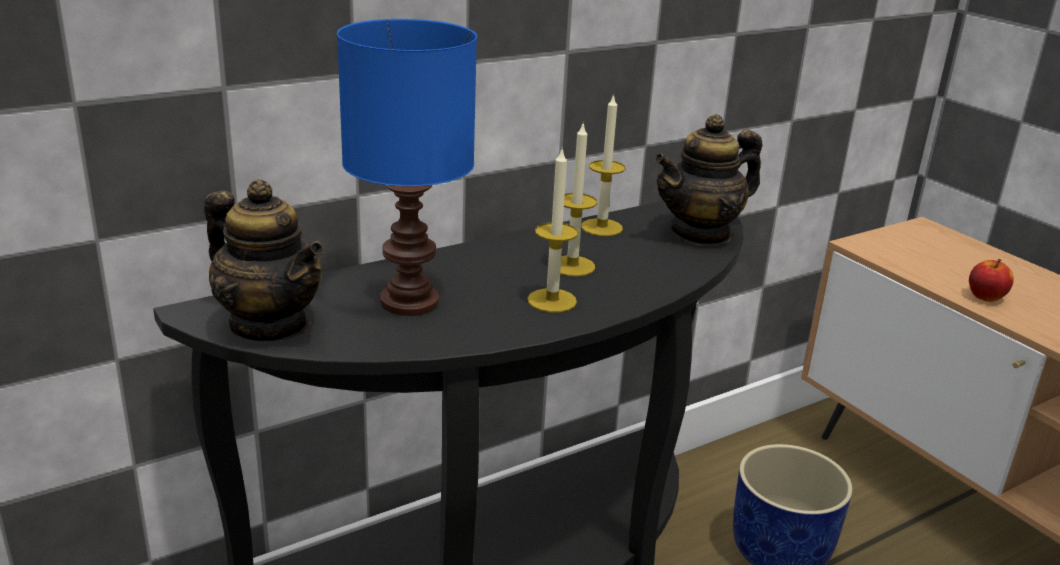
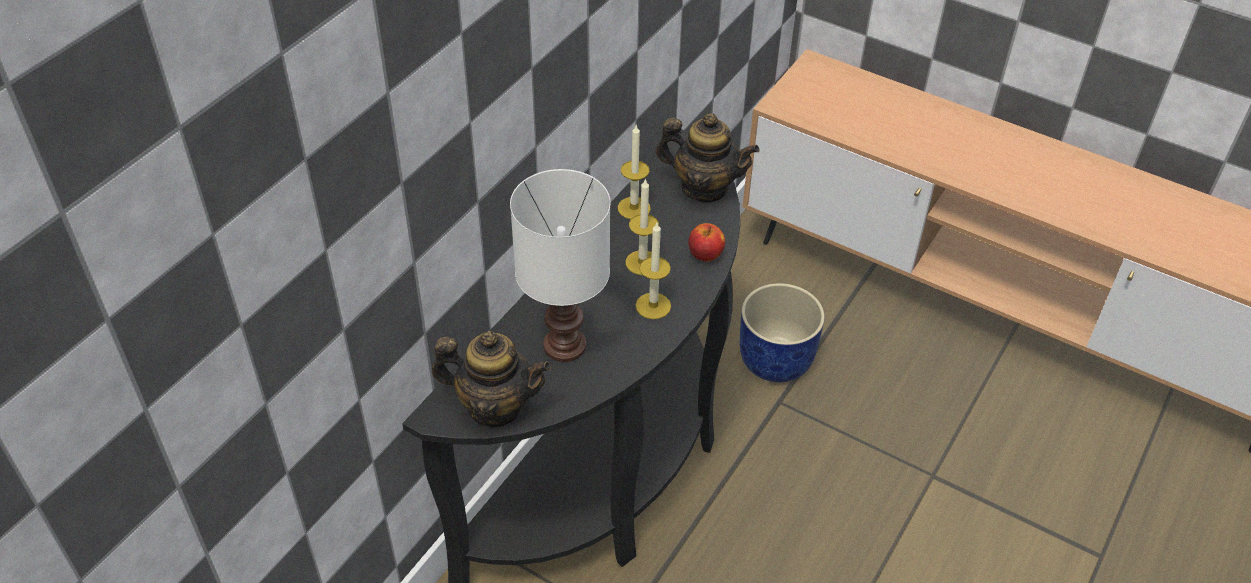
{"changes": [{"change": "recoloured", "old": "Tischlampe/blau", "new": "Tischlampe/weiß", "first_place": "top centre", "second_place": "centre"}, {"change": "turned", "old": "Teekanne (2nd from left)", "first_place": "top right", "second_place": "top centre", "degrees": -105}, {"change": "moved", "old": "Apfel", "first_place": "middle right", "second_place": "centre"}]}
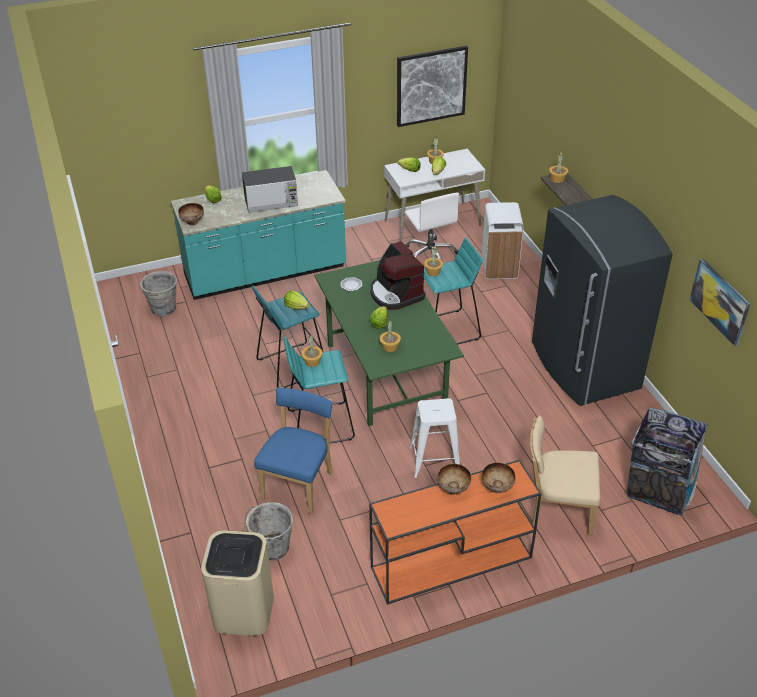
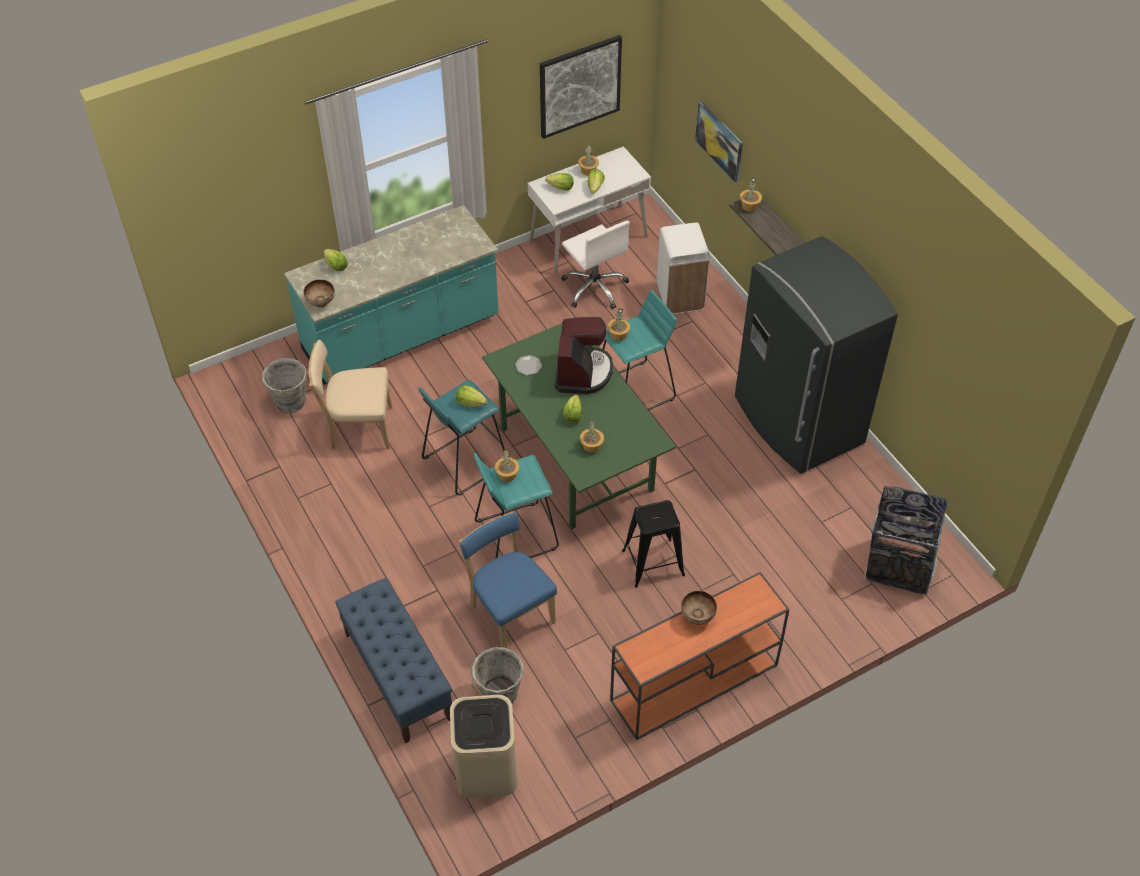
{"changes": [{"change": "removed", "old": "Mikrowelle", "first_place": "top centre"}, {"change": "turned", "old": "Stuhl/blau", "first_place": "centre", "second_place": "centre", "degrees": -45}, {"change": "turned", "old": "Kaffeemaschine", "first_place": "centre", "second_place": "centre", "degrees": -135}, {"change": "recoloured", "old": "Hocker/weiß", "new": "Hocker/schwarz", "first_place": "centre", "second_place": "centre"}, {"change": "removed", "old": "Schüssel (3rd from left)", "first_place": "bottom centre"}, {"change": "moved", "old": "Stuhl/beige", "first_place": "bottom right", "second_place": "middle left"}, {"change": "moved", "old": "Bild (2nd from left)", "first_place": "middle right", "second_place": "top centre"}, {"change": "added", "new": "Bank/blau", "second_place": "bottom centre"}]}
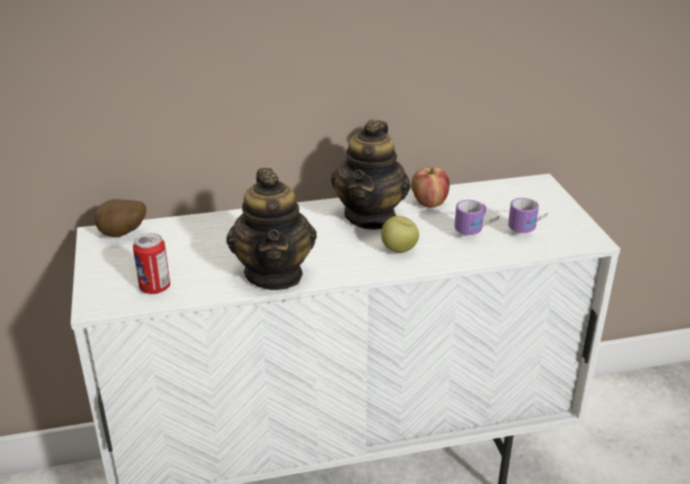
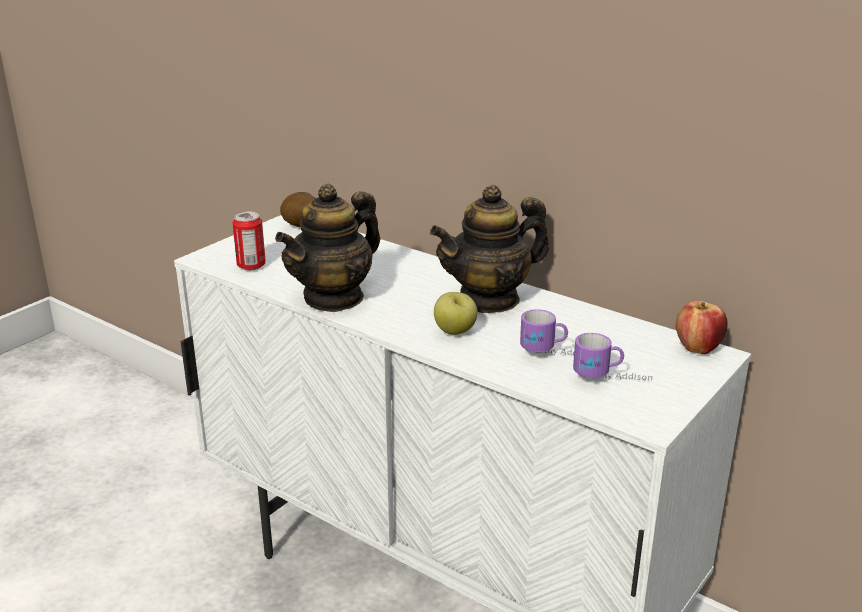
{"changes": [{"change": "moved", "old": "Apfel (2nd from left)", "first_place": "centre", "second_place": "middle right"}]}
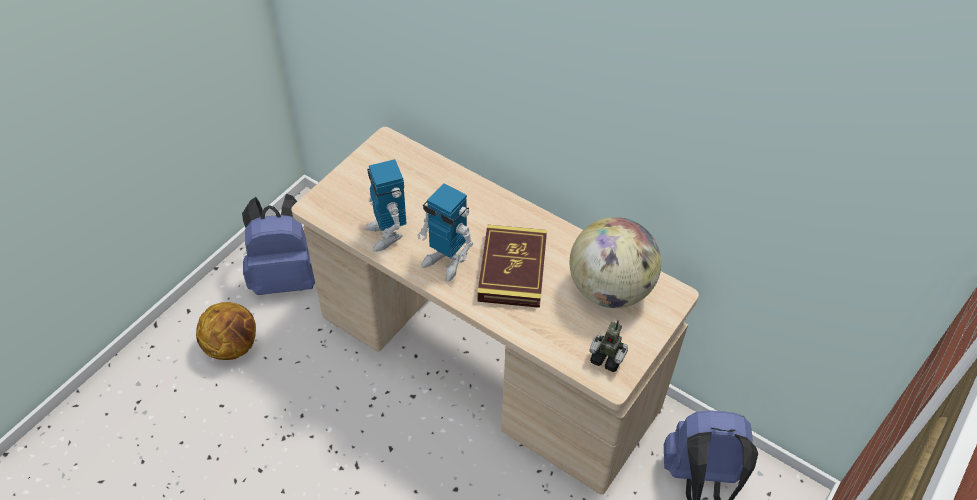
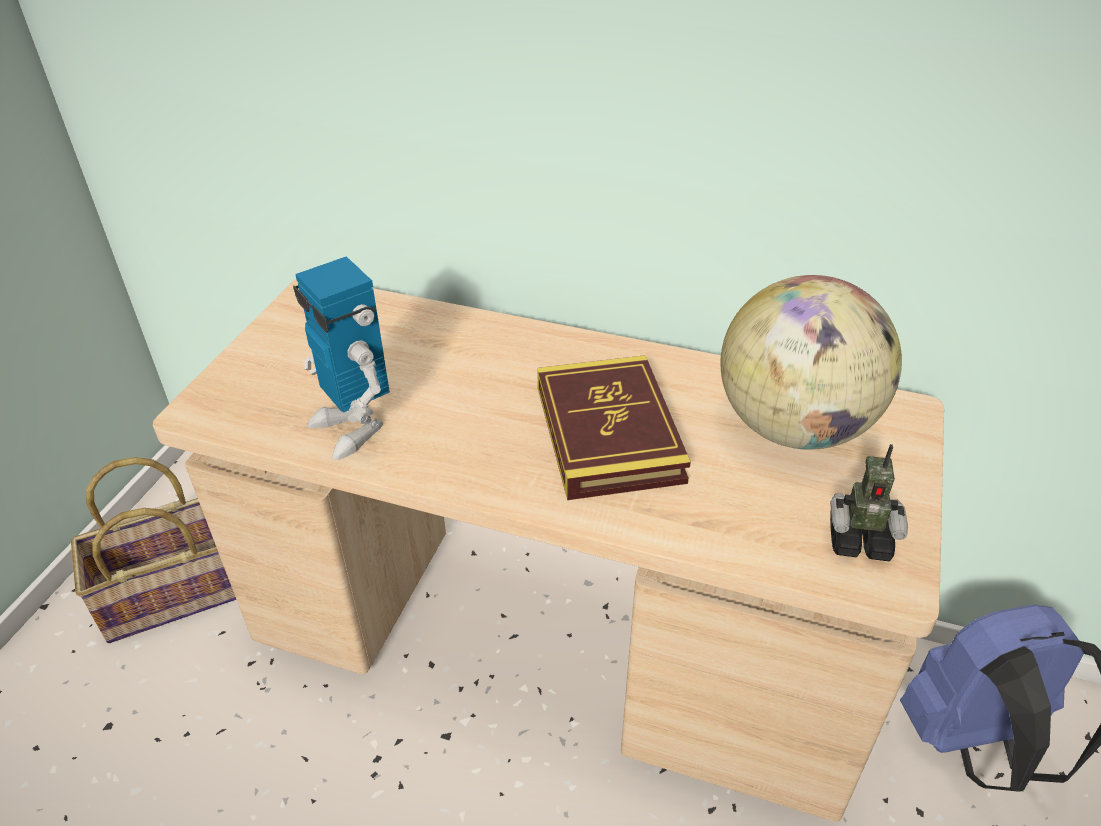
{"changes": [{"change": "removed", "old": "Basketball", "first_place": "middle left"}, {"change": "replaced", "old": "Rucksack/blau (1st from left)", "new": "Korb", "first_place": "middle left", "second_place": "middle left"}, {"change": "removed", "old": "Spielzeugroboter (2nd from left)", "first_place": "centre"}]}
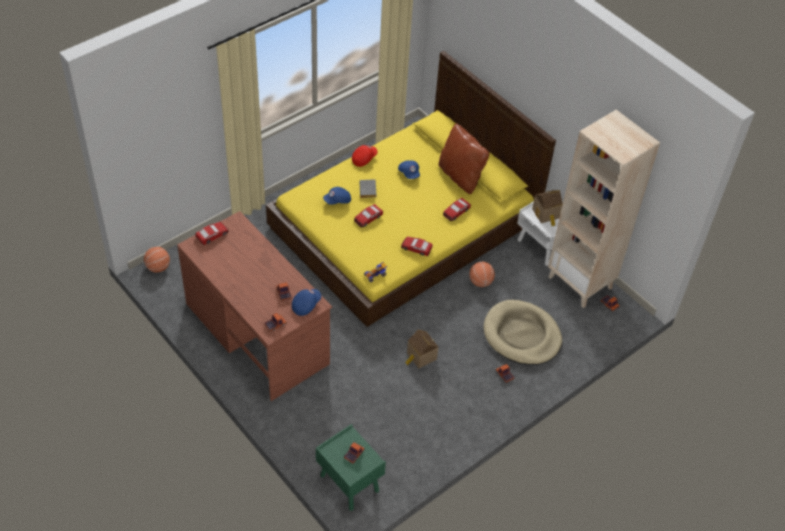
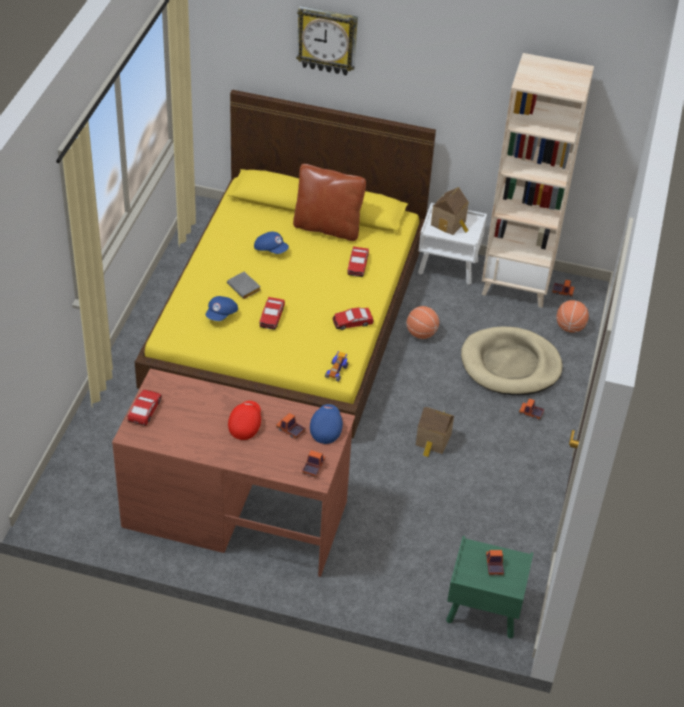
{"changes": [{"change": "moved", "old": "Basketball (1st from left in the first image)", "new": "Basketball (2nd from left)", "first_place": "middle left", "second_place": "middle right"}, {"change": "moved", "old": "Kappe/rot", "first_place": "top centre", "second_place": "centre"}, {"change": "added", "new": "Wanduhr", "second_place": "top centre"}]}
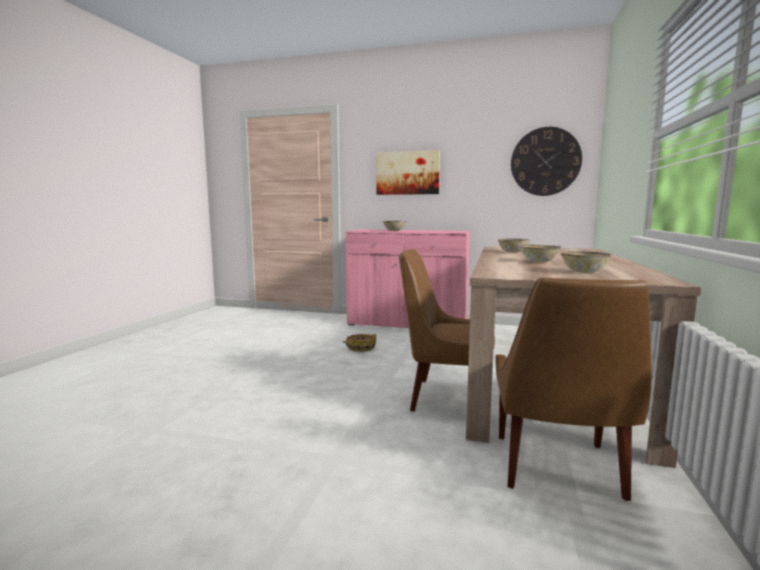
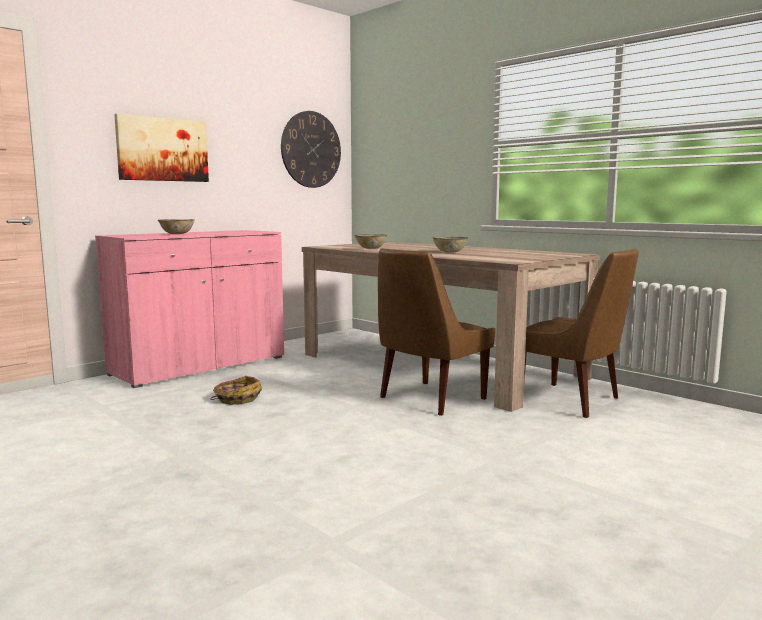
{"changes": [{"change": "removed", "old": "Schüssel (4th from left)", "first_place": "middle right"}]}
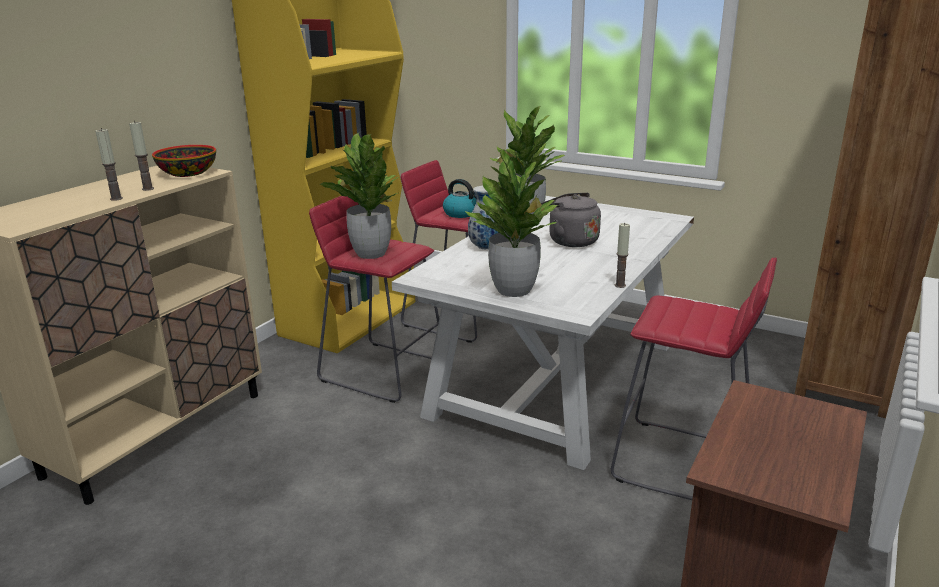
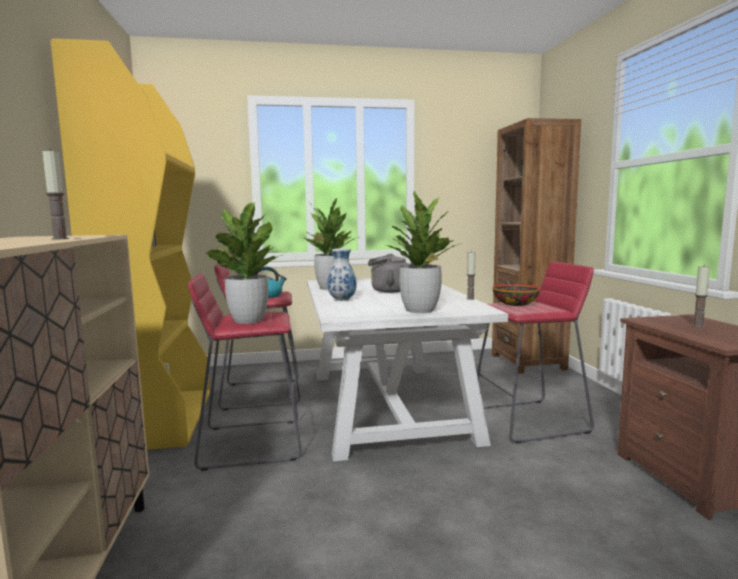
{"changes": [{"change": "moved", "old": "Kerze (1st from left in the first image)", "new": "Kerze (3rd from left)", "first_place": "top left", "second_place": "middle right"}, {"change": "moved", "old": "Schüssel", "first_place": "top left", "second_place": "middle right"}]}
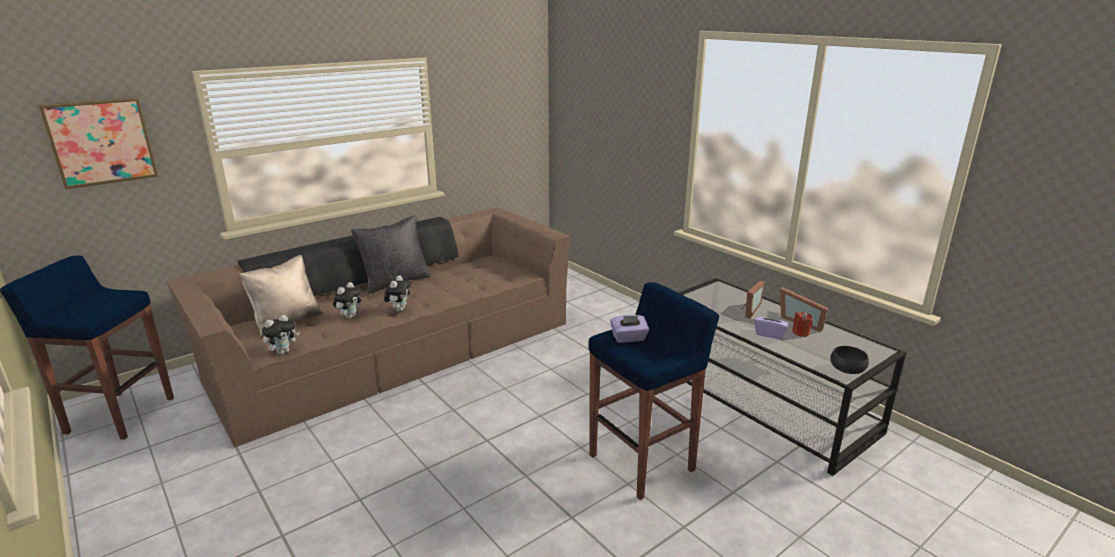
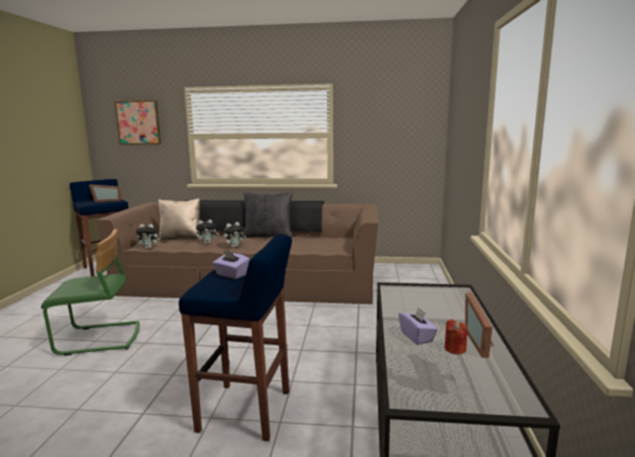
{"changes": [{"change": "moved", "old": "Bilderrahmen (1st from left)", "first_place": "middle right", "second_place": "middle left"}, {"change": "removed", "old": "Schüssel/schwarz", "first_place": "middle right"}, {"change": "added", "new": "Stuhl/grün", "second_place": "middle left"}]}
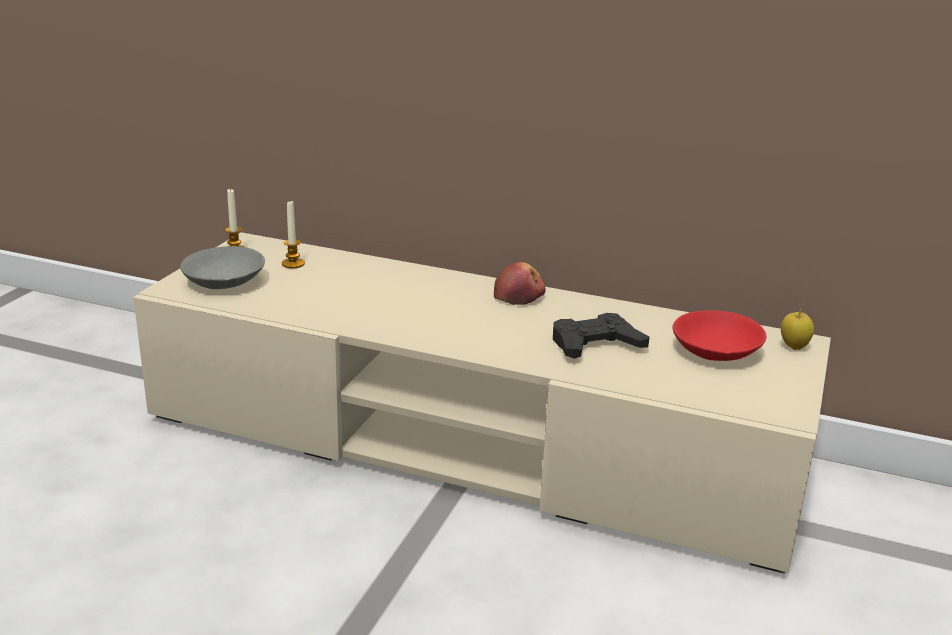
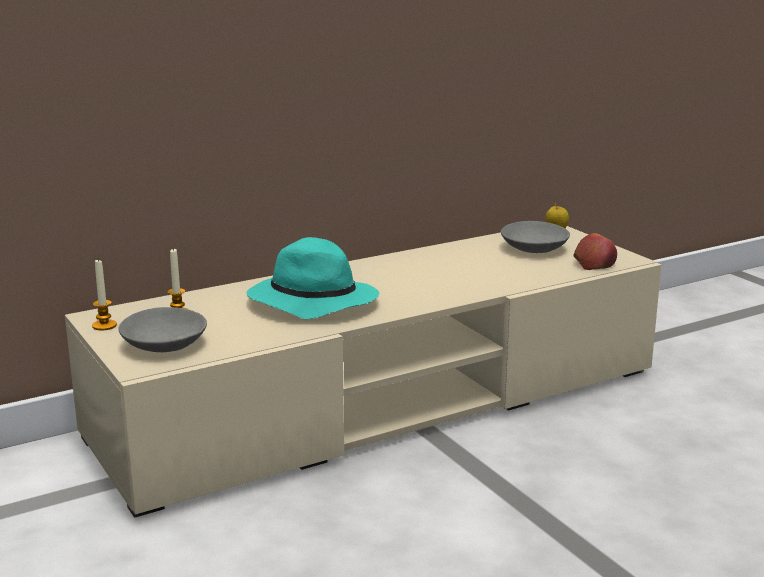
{"changes": [{"change": "moved", "old": "Apfel (1st from left in the first image)", "new": "Apfel (2nd from left)", "first_place": "centre", "second_place": "middle right"}, {"change": "removed", "old": "Gamepad/schwarz", "first_place": "centre"}, {"change": "recoloured", "old": "Schüssel/rot", "new": "Schüssel/grau (2nd from left)", "first_place": "middle right", "second_place": "middle right"}, {"change": "added", "new": "Hut/türkis", "second_place": "centre"}]}
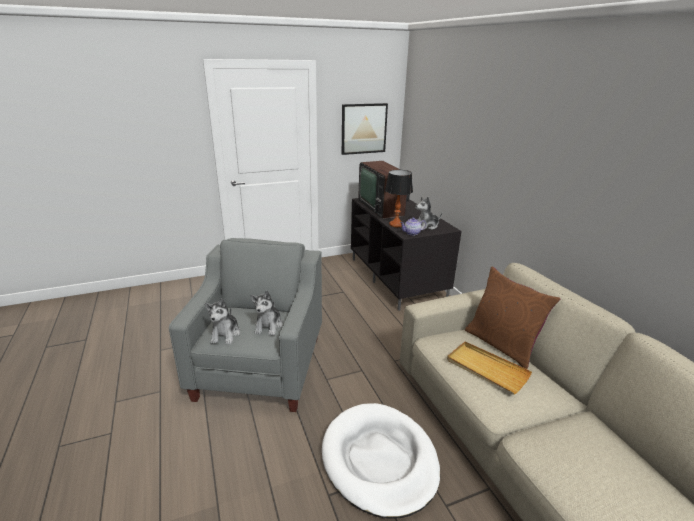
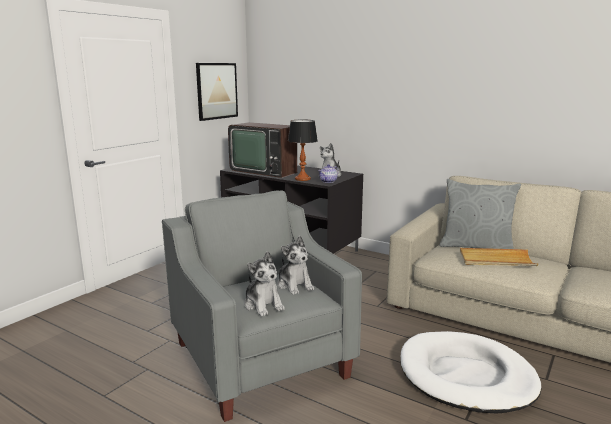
{"changes": [{"change": "recoloured", "old": "Kissen/braun", "new": "Kissen/grau", "first_place": "middle right", "second_place": "middle right"}]}
